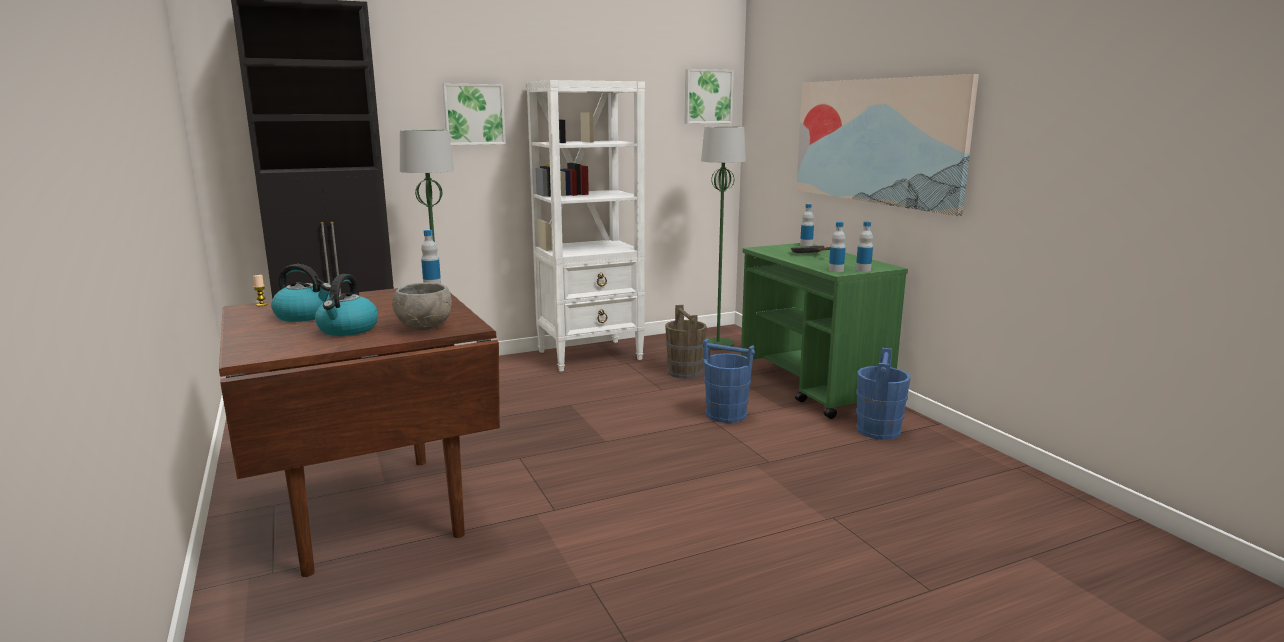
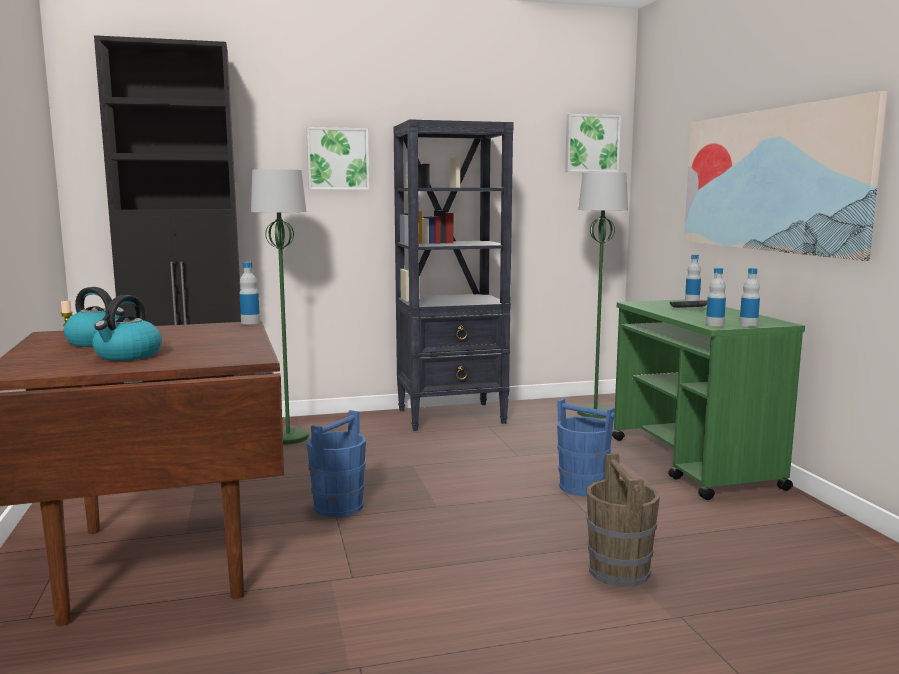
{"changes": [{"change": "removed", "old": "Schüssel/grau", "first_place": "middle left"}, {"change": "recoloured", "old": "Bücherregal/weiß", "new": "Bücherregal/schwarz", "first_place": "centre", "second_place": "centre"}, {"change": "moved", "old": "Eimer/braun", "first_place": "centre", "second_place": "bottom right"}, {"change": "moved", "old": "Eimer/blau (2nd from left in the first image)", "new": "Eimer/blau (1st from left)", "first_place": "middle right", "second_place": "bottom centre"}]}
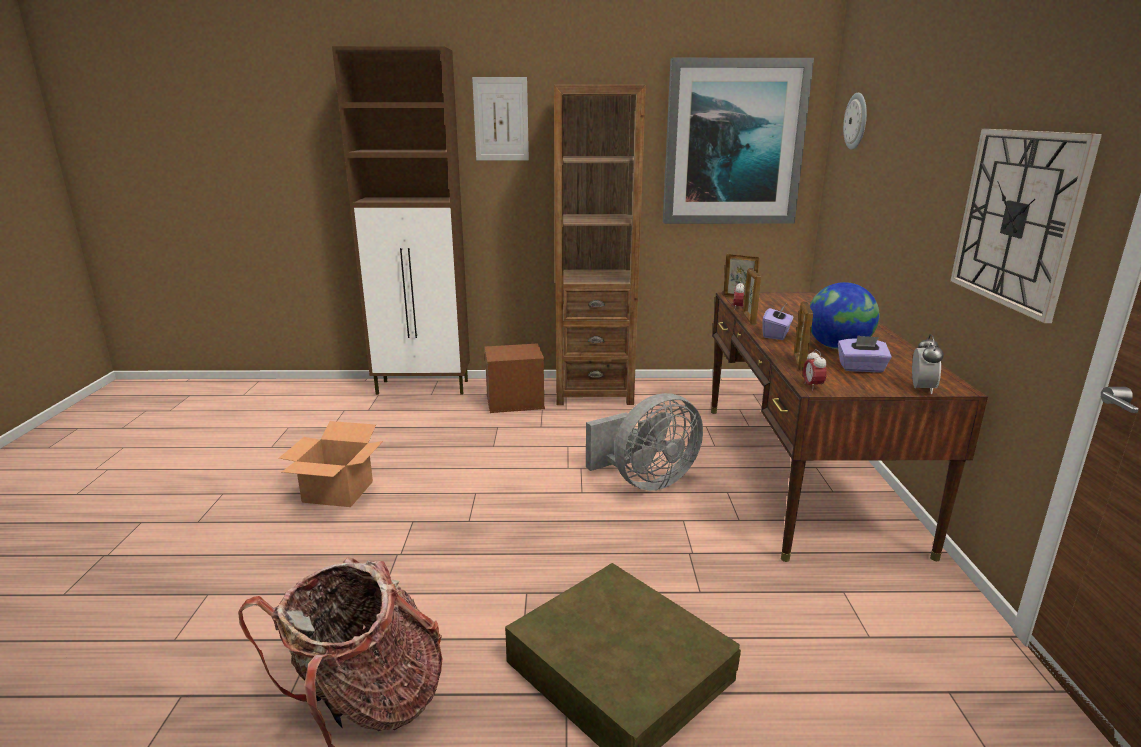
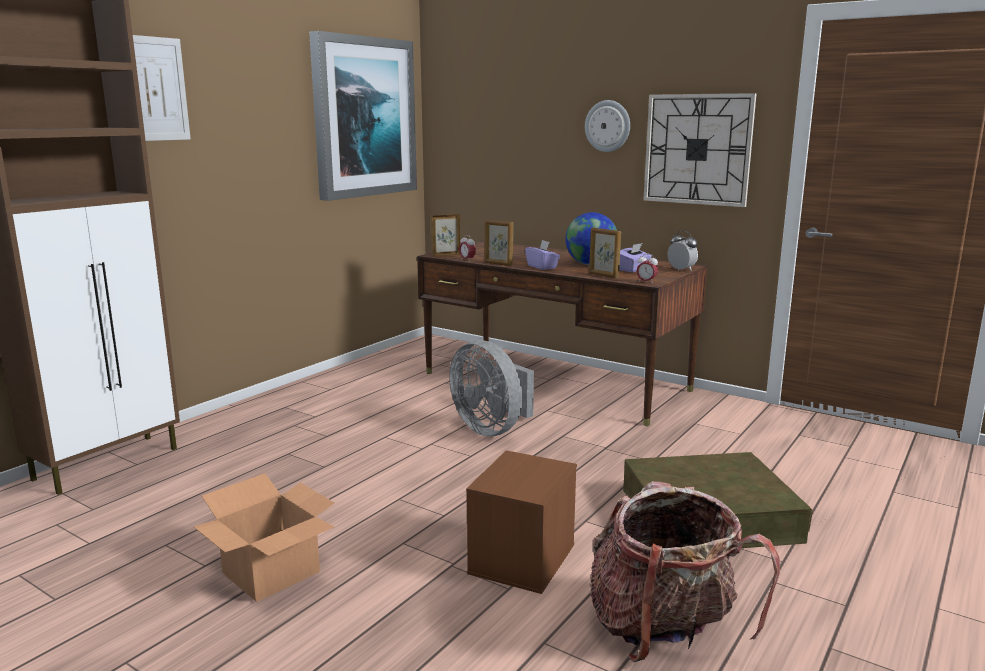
{"changes": [{"change": "moved", "old": "Aufbewahrungsbox/braun (1st from left)", "first_place": "centre", "second_place": "bottom centre"}, {"change": "removed", "old": "Bücherregal/braun", "first_place": "top centre"}, {"change": "turned", "old": "Ventilator/grau", "first_place": "centre", "second_place": "centre", "degrees": 135}, {"change": "moved", "old": "Wanduhr (1st from left)", "first_place": "top right", "second_place": "top centre"}]}
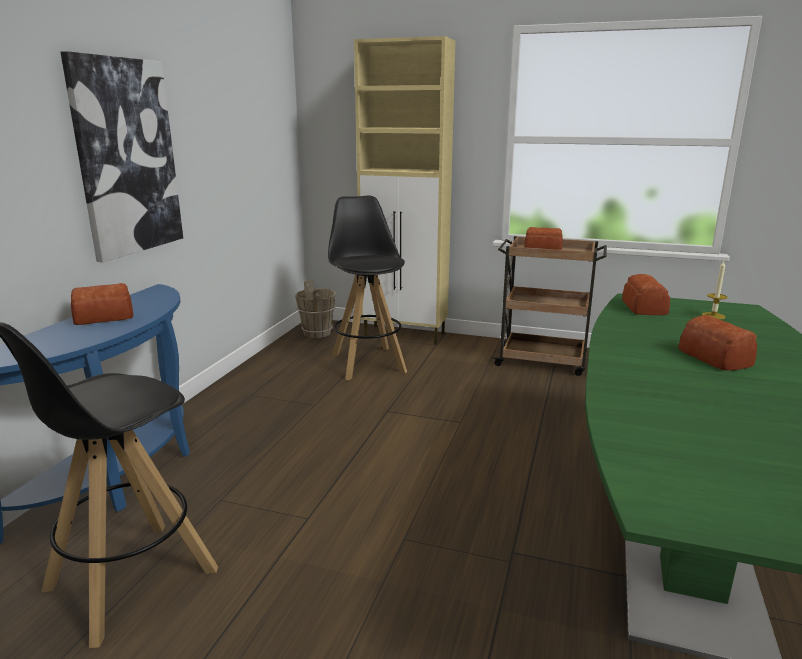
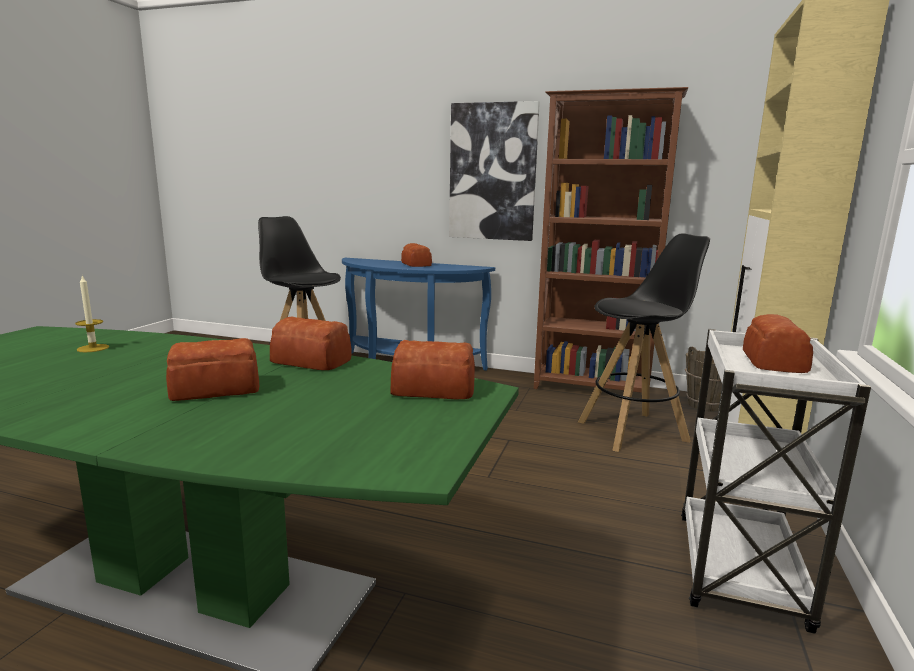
{"changes": [{"change": "recoloured", "old": "Rollwagen/braun", "new": "Rollwagen/weiß", "first_place": "middle right", "second_place": "bottom right"}, {"change": "moved", "old": "Kerze", "first_place": "middle right", "second_place": "middle left"}, {"change": "added", "new": "Brot (2nd from left)", "second_place": "centre"}, {"change": "added", "new": "Bücherregal/braun", "second_place": "middle right"}]}
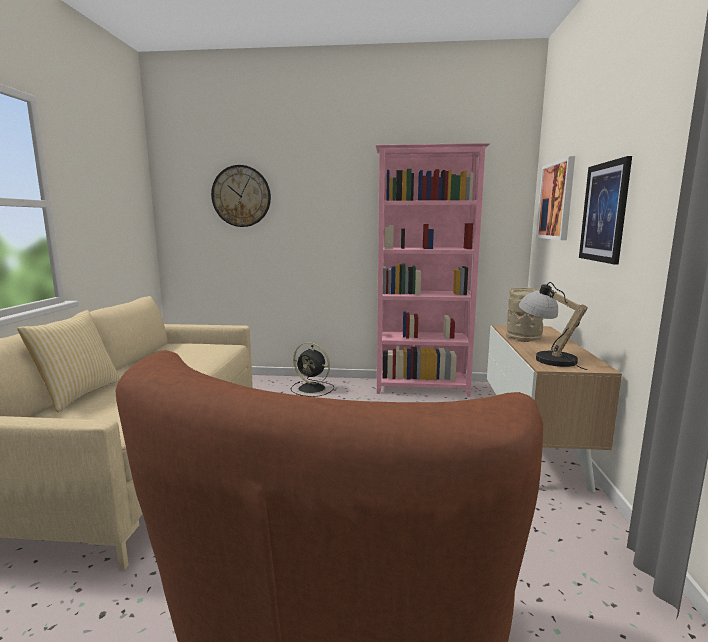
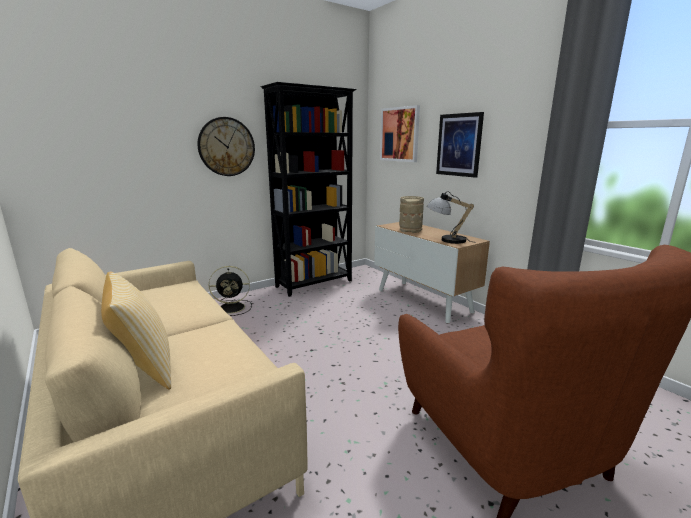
{"changes": [{"change": "moved", "old": "Wanduhr", "first_place": "top centre", "second_place": "top left"}, {"change": "recoloured", "old": "Bücherregal/rosa", "new": "Bücherregal/schwarz", "first_place": "centre", "second_place": "centre"}]}
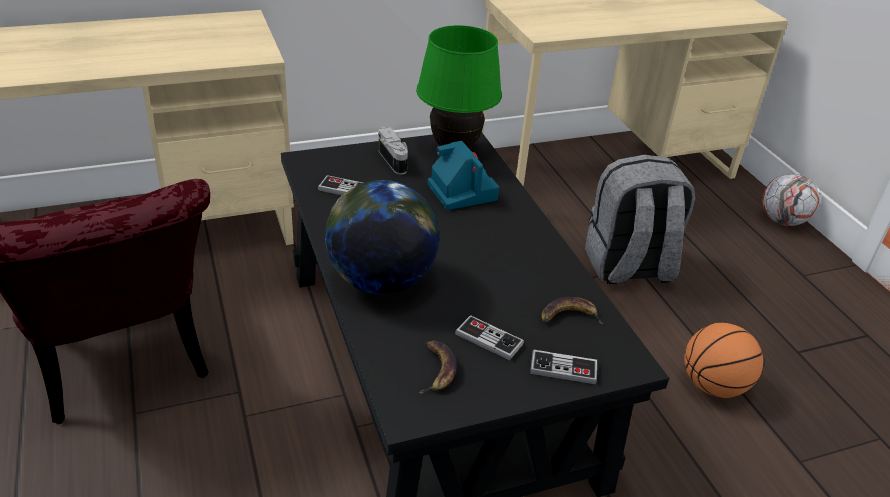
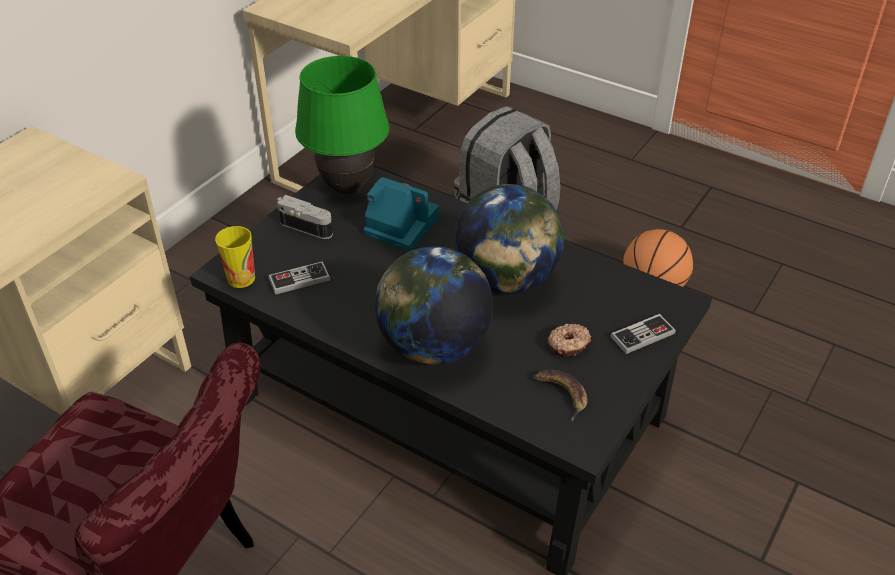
{"changes": [{"change": "replaced", "old": "Gamepad (2nd from left)", "new": "Donut", "first_place": "bottom centre", "second_place": "centre"}, {"change": "removed", "old": "Banane (2nd from left)", "first_place": "centre"}, {"change": "removed", "old": "Fußball", "first_place": "middle right"}, {"change": "added", "new": "Tasse", "second_place": "middle left"}, {"change": "added", "new": "Globus (2nd from left)", "second_place": "centre"}]}
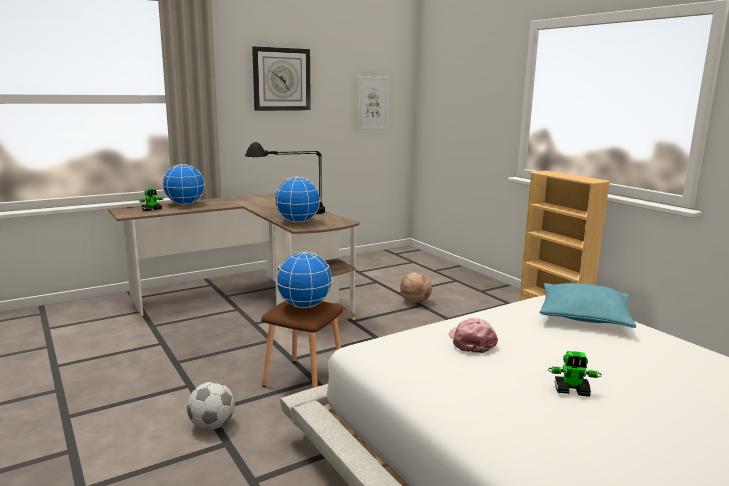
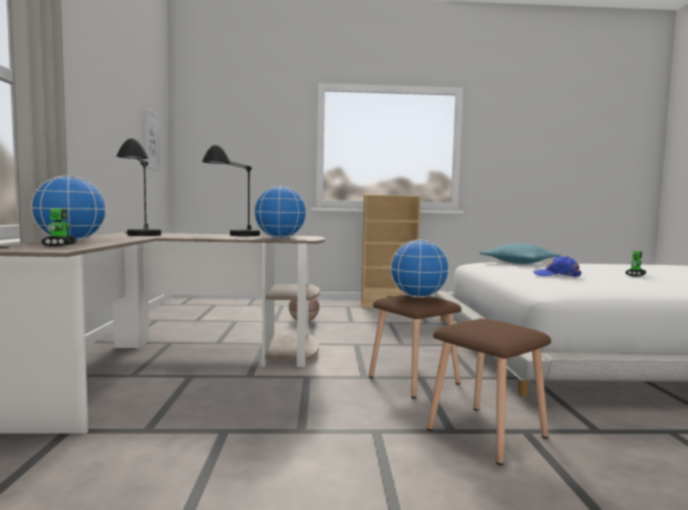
{"changes": [{"change": "replaced", "old": "Fußball", "new": "Hocker/braun (2nd from left)", "first_place": "bottom left", "second_place": "bottom right"}, {"change": "removed", "old": "Wanduhr", "first_place": "top centre"}, {"change": "recoloured", "old": "Kappe/rosa", "new": "Kappe/blau", "first_place": "bottom centre", "second_place": "middle right"}, {"change": "added", "new": "Tischlampe/schwarz (1st from left)", "second_place": "middle left"}]}
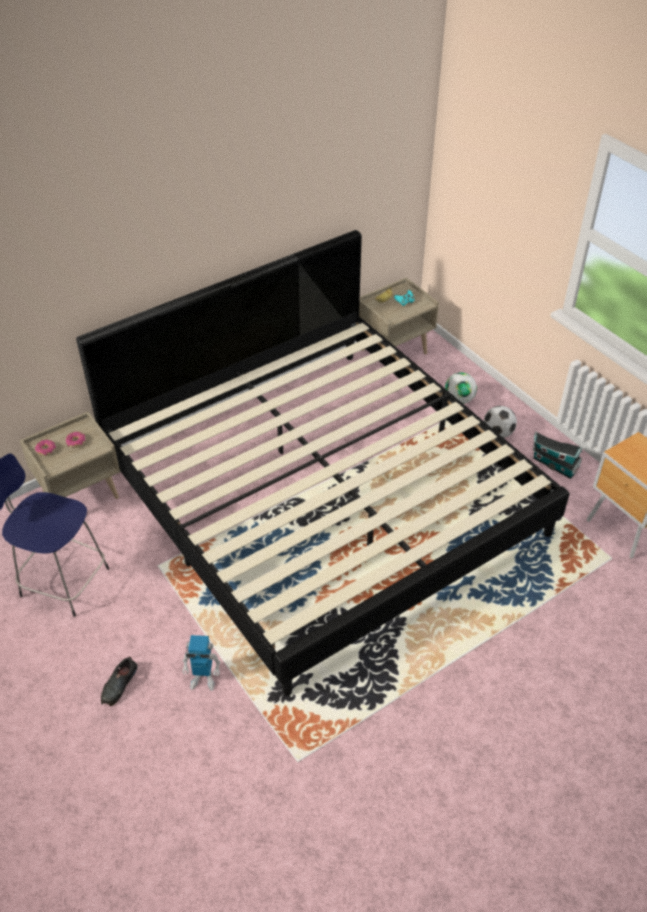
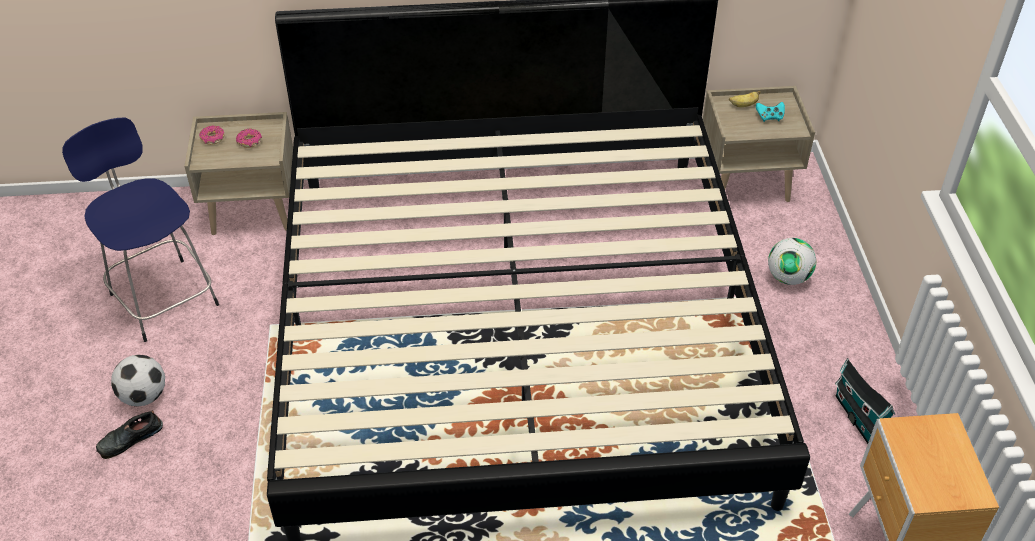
{"changes": [{"change": "removed", "old": "Spielzeugroboter", "first_place": "bottom left"}, {"change": "moved", "old": "Fußball (2nd from left in the first image)", "new": "Fußball (1st from left)", "first_place": "middle right", "second_place": "bottom left"}]}
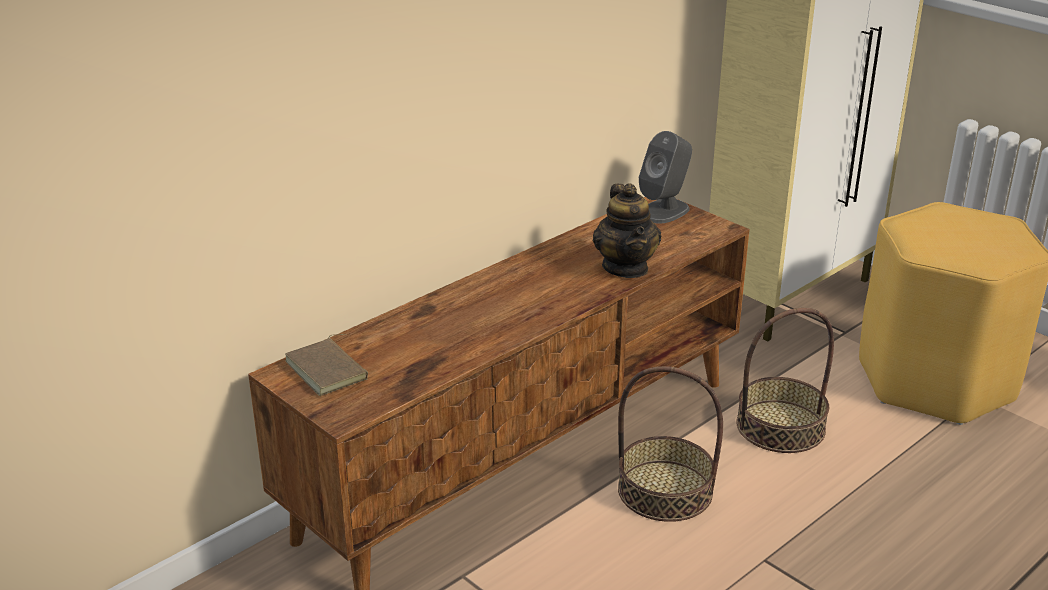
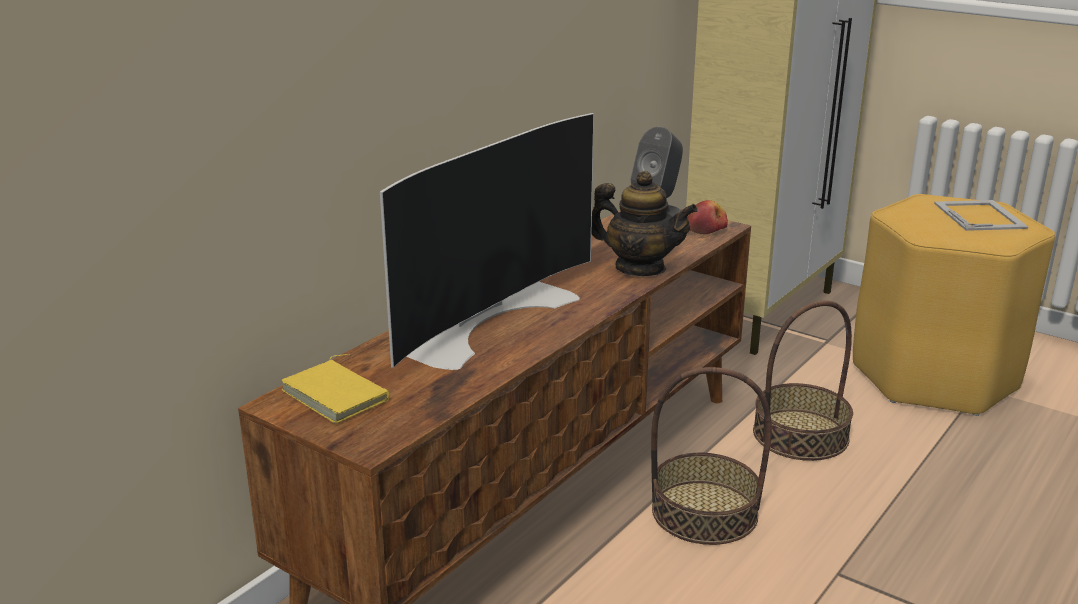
{"changes": [{"change": "recoloured", "old": "Buch/braun", "new": "Buch/gelb", "first_place": "middle left", "second_place": "middle left"}, {"change": "turned", "old": "Teekanne", "first_place": "centre", "second_place": "centre", "degrees": -45}, {"change": "added", "new": "Fernseher", "second_place": "centre"}, {"change": "added", "new": "Apfel", "second_place": "centre"}, {"change": "added", "new": "Bilderrahmen", "second_place": "middle right"}]}
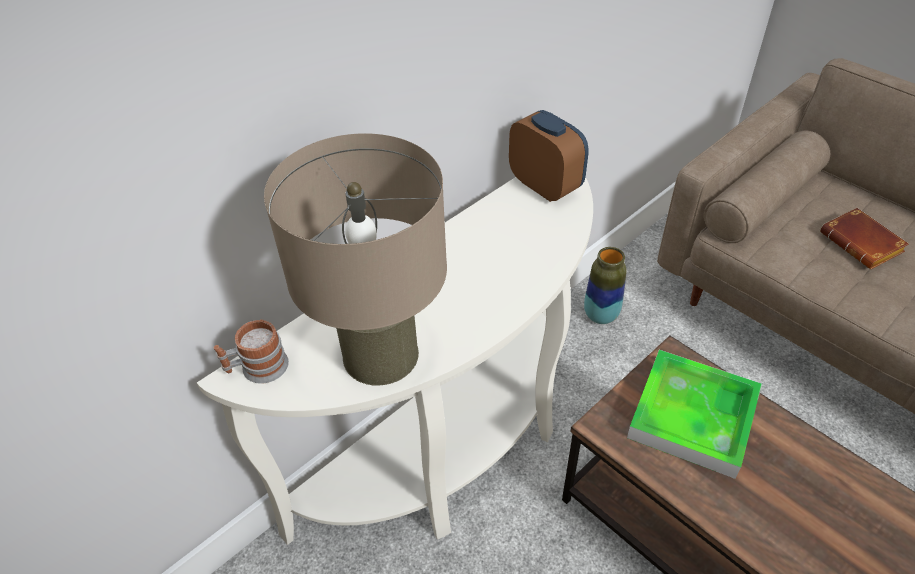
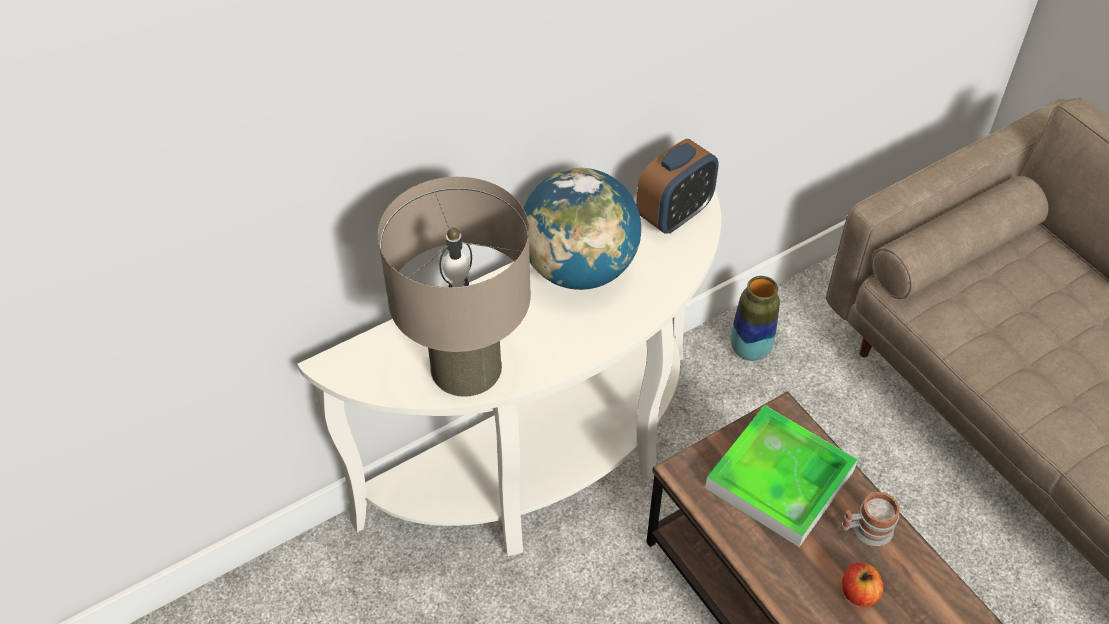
{"changes": [{"change": "moved", "old": "Henkelbecher", "first_place": "middle left", "second_place": "bottom right"}, {"change": "turned", "old": "Wecker", "first_place": "top centre", "second_place": "top centre", "degrees": 75}, {"change": "removed", "old": "Buch/braun", "first_place": "middle right"}, {"change": "added", "new": "Globus", "second_place": "centre"}, {"change": "added", "new": "Apfel", "second_place": "bottom right"}]}
